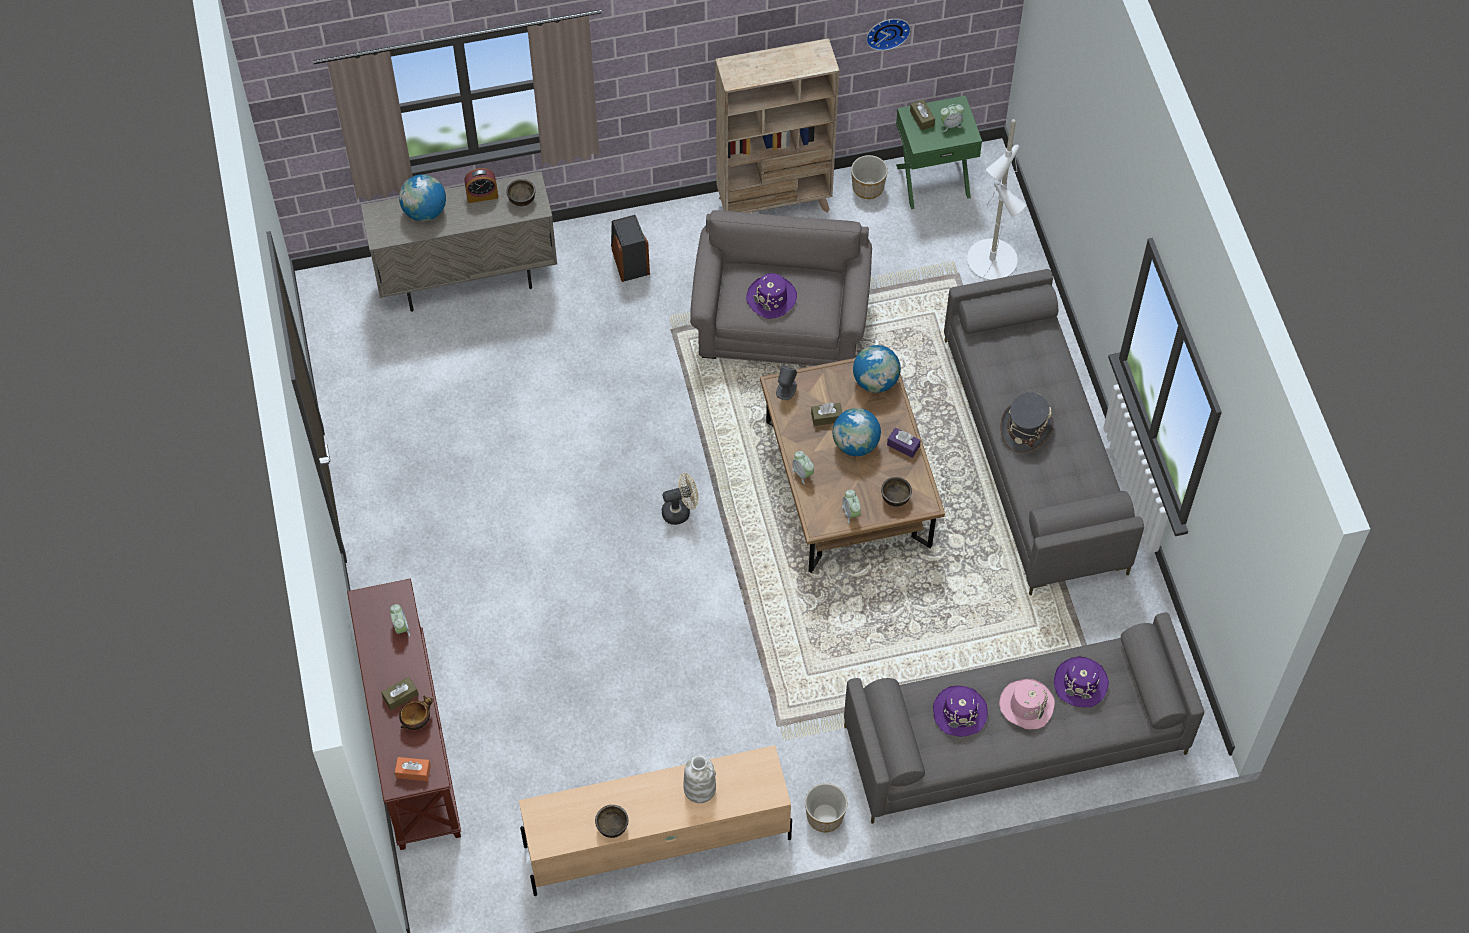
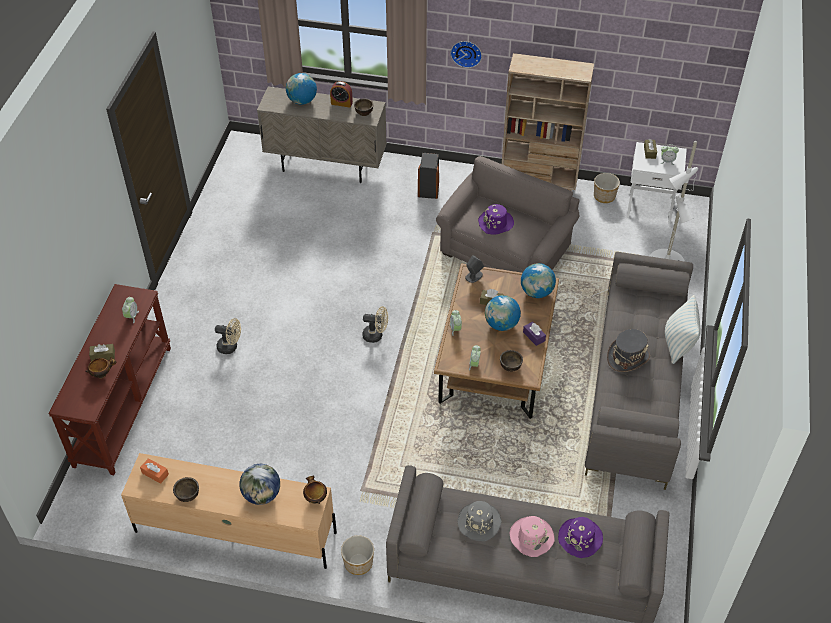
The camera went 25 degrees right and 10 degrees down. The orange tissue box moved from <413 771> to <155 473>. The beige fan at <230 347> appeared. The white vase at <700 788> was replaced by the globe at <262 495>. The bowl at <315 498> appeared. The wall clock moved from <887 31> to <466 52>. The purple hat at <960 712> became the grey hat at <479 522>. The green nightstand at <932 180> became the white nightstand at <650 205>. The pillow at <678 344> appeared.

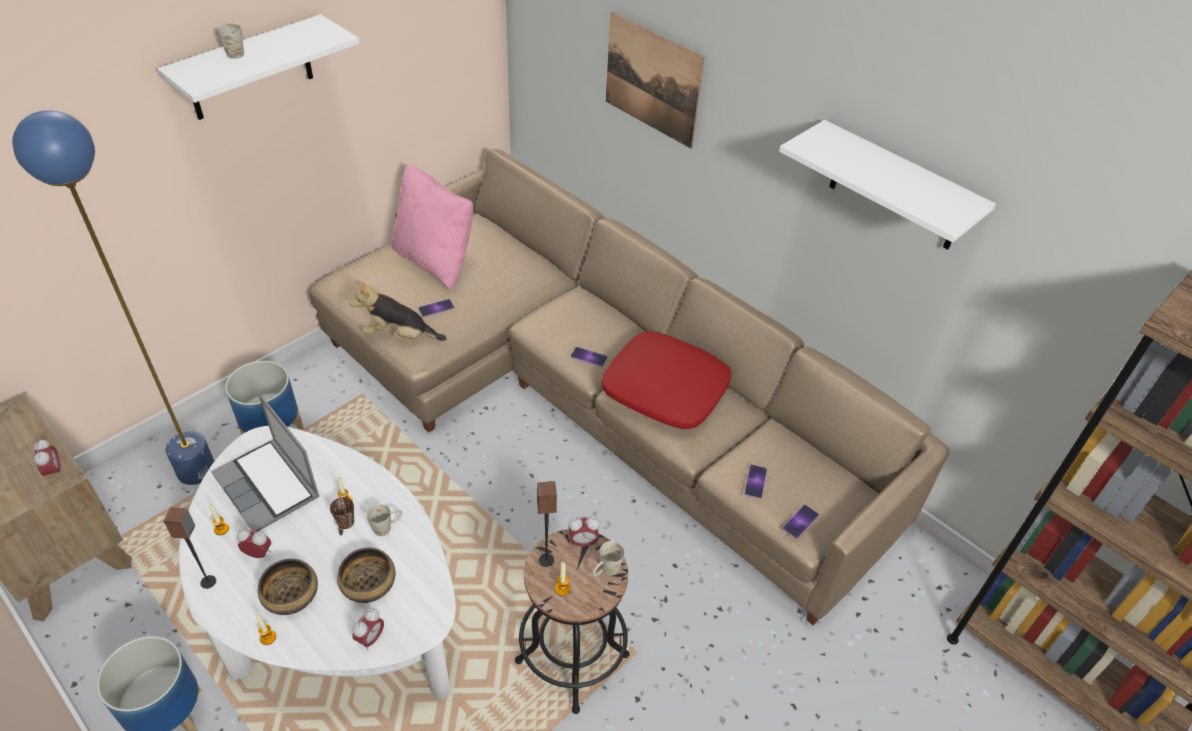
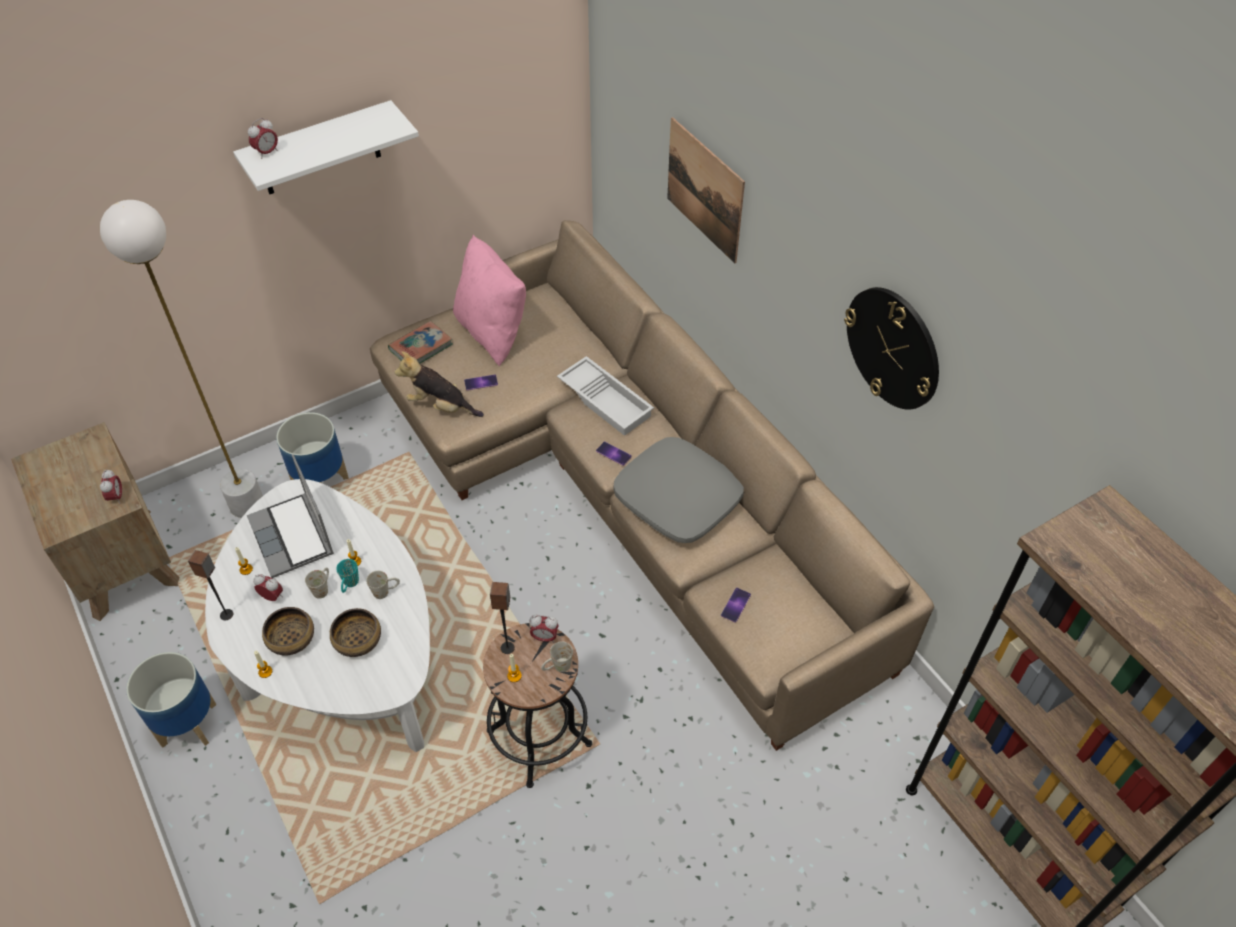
The camera went 15 degrees right and 5 degrees up. The blue floor lamp at <196 470> became the white floor lamp at <246 504>. The alarm clock moved from <371 639> to <267 153>. The white mug moved from <237 52> to <322 588>. The brown mug at <345 527> became the turquoise mug at <349 585>. The book at <421 347> appeared. The white tray at <606 400> appeared. The red pillow at <664 390> became the grey pillow at <677 499>. The white shelf at <896 188> was replaced by the wall clock at <893 348>. The phone at <800 521> disappeared.

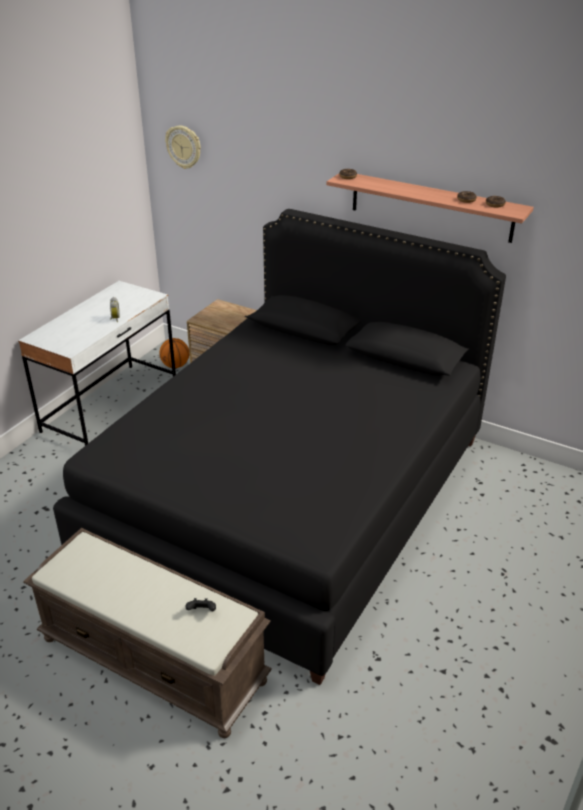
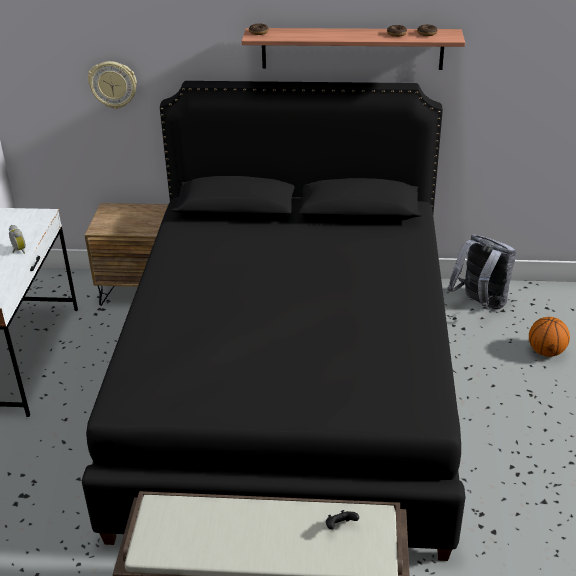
The camera went 25 degrees left and 0 degrees up. The wall clock moved from <184 147> to <113 84>. The grey backpack at <479 304> appeared. The basketball moved from <175 366> to <546 352>.

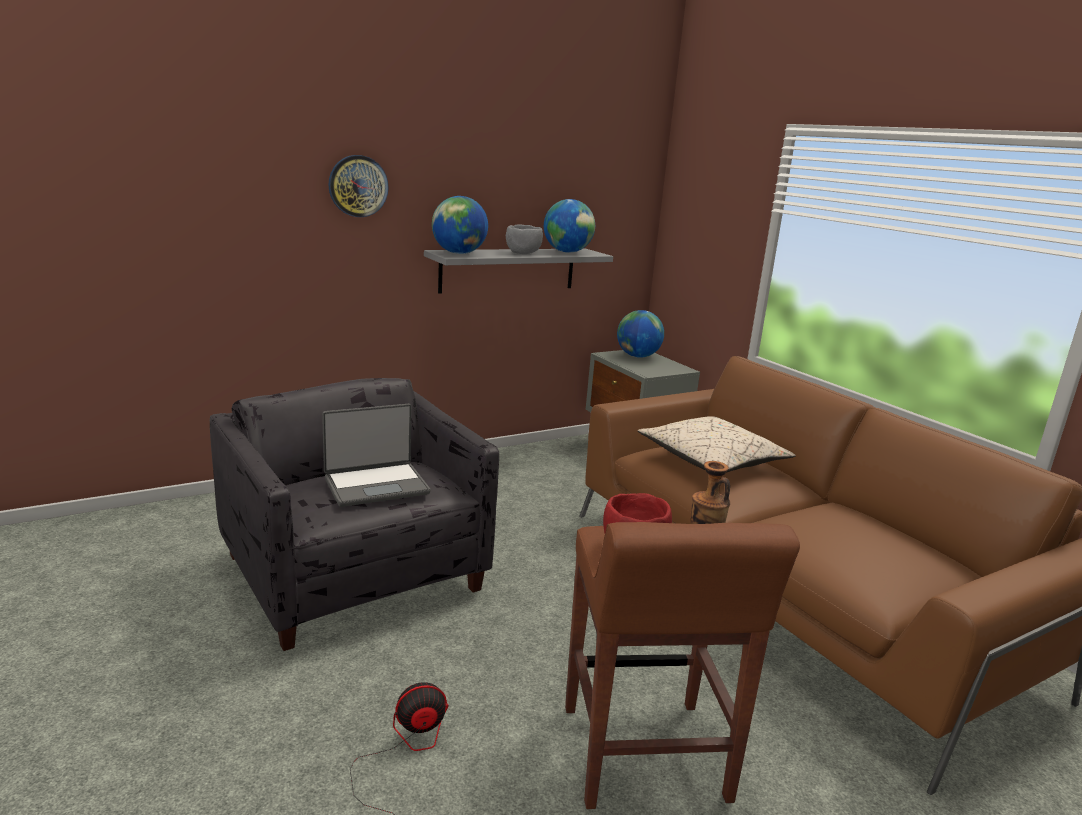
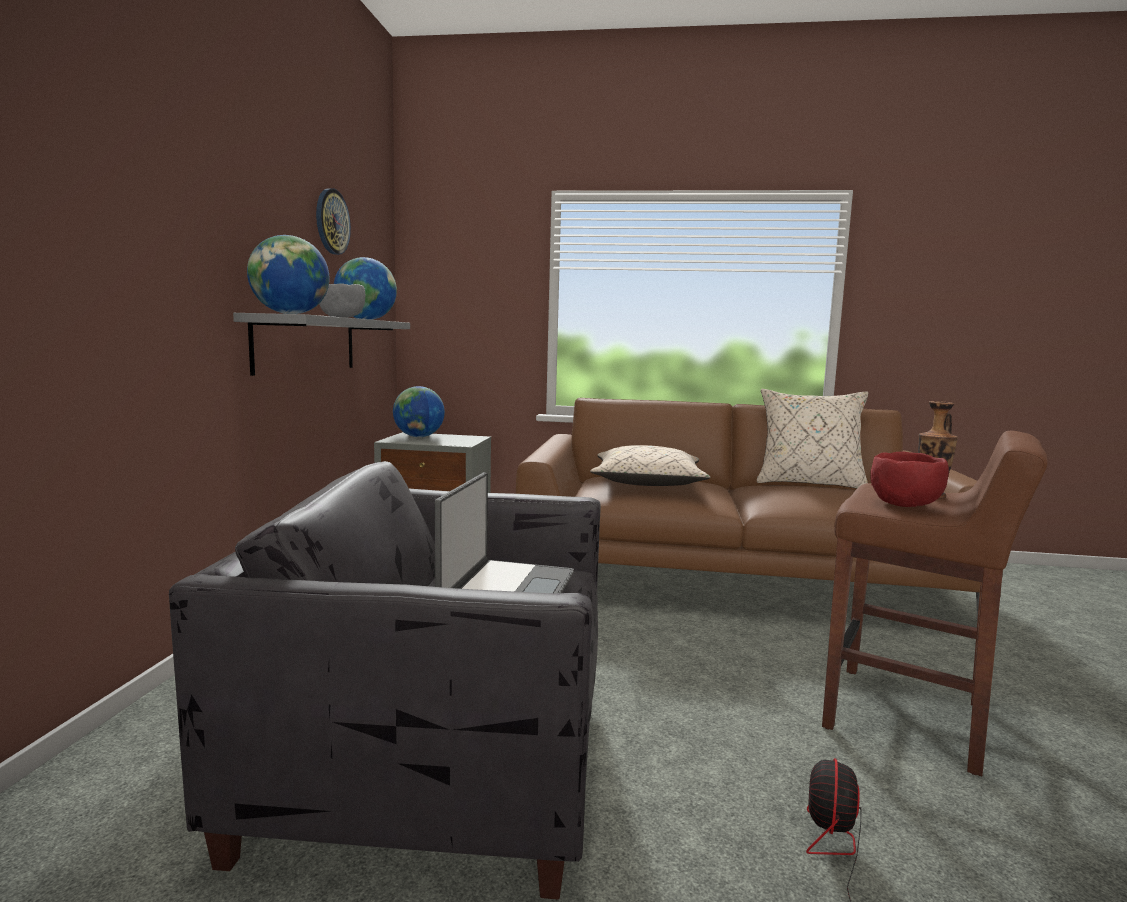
The camera went 50 degrees left and 10 degrees down. The wall clock moved from <358 186> to <331 221>. The beige pillow at <808 484> appeared.

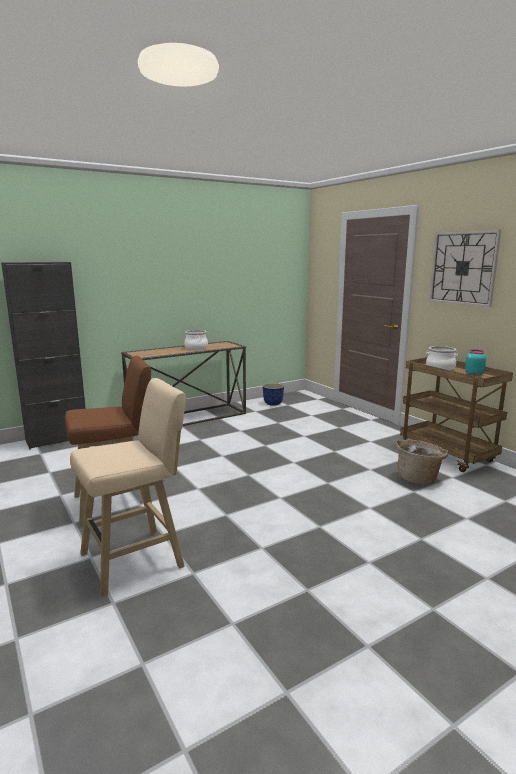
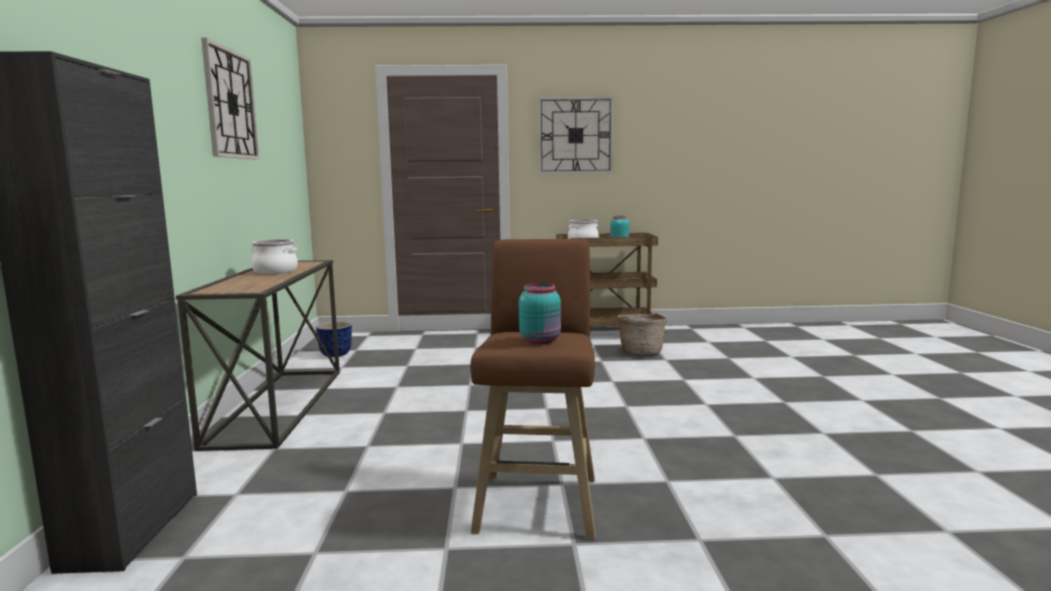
The camera went 60 degrees left and 5 degrees down. The wall clock at <230 104> appeared. The turquoise jar at <541 340> appeared. The beige stool at <137 559> disappeared.

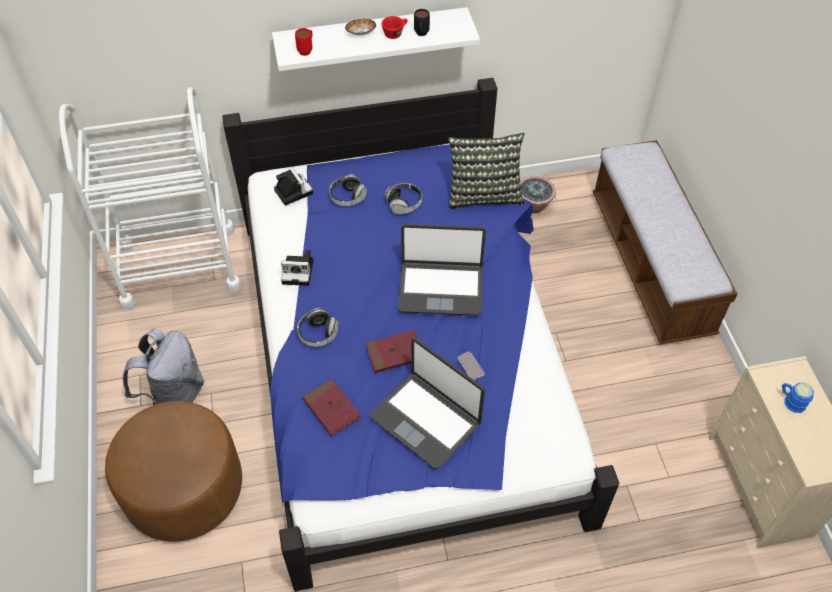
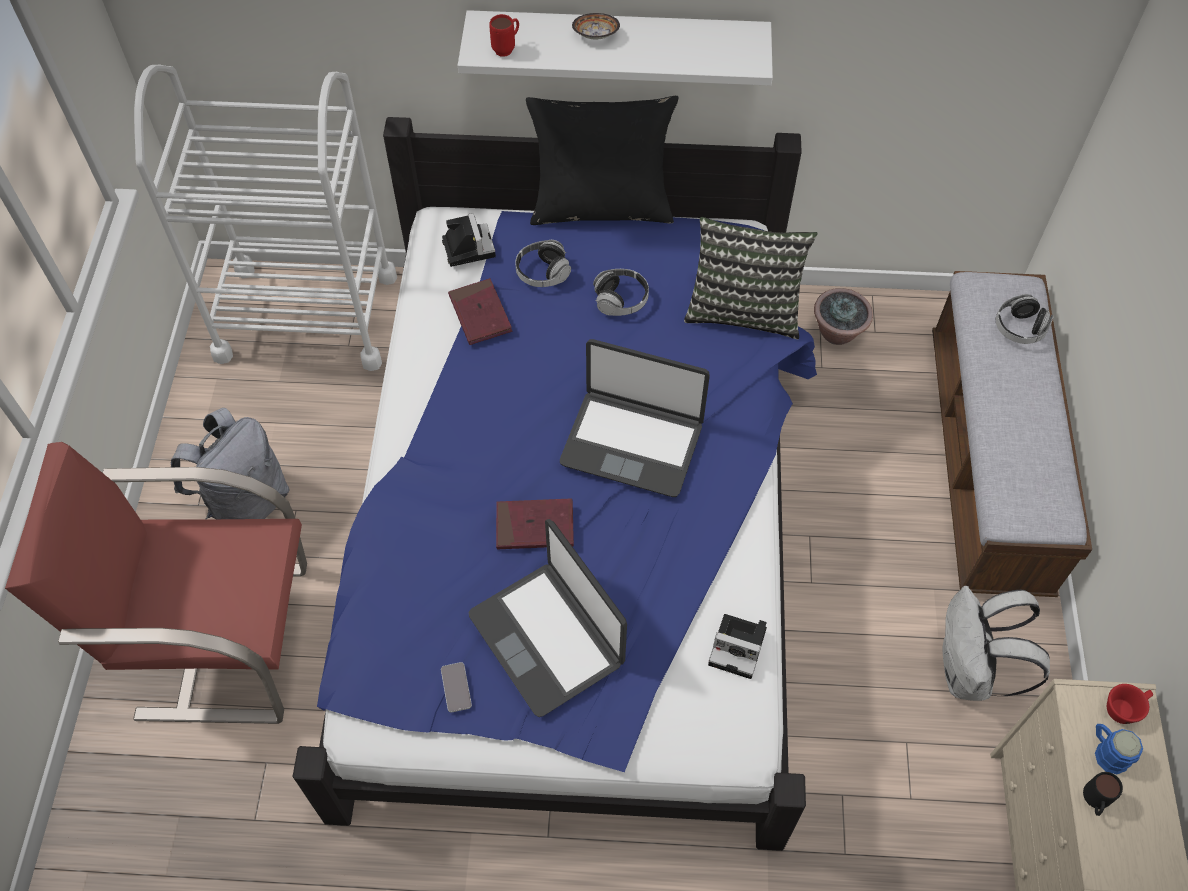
The camera went 15 degrees right and 5 degrees up. The brown ottoman at <184 489> was replaced by the red armchair at <221 640>. The phone moved from <470 366> to <456 687>. The red book moved from <331 409> to <480 314>. The black pillow at <601 206> appeared. The photo camera moved from <299 271> to <740 647>. The white backpack at <969 673> appeared. The headphones moved from <318 334> to <1019 328>. The black mug moved from <421 35> to <1093 803>. The red cup moved from <395 33> to <1124 708>.

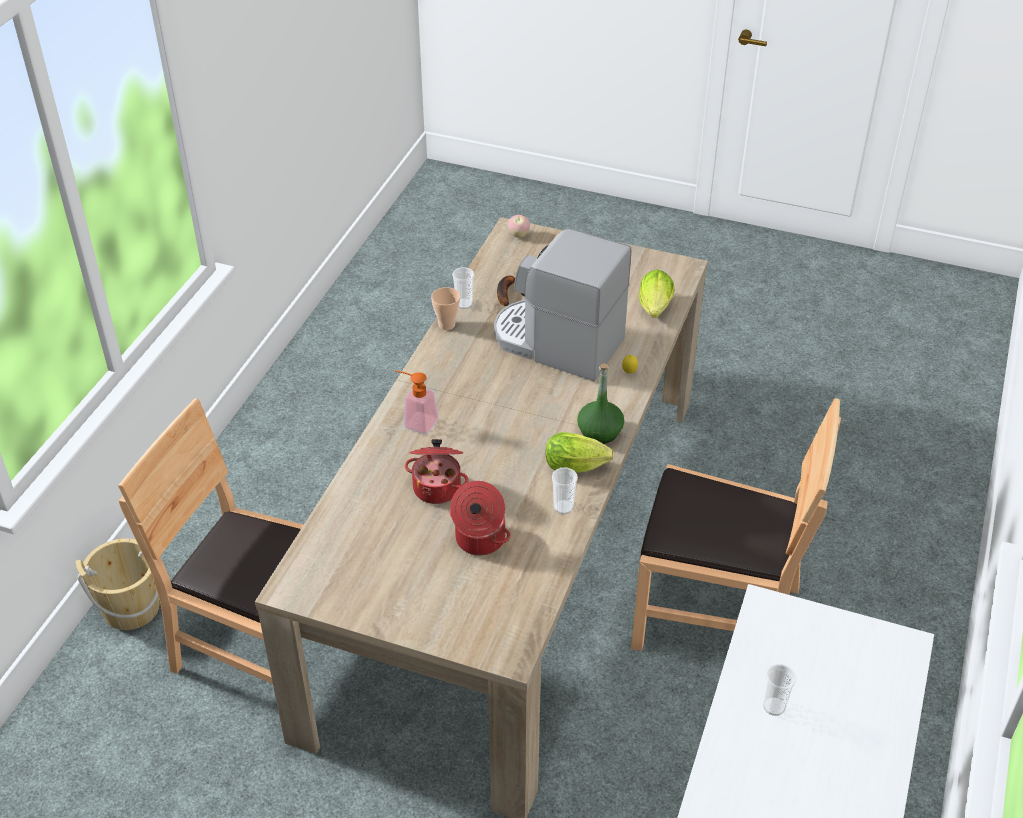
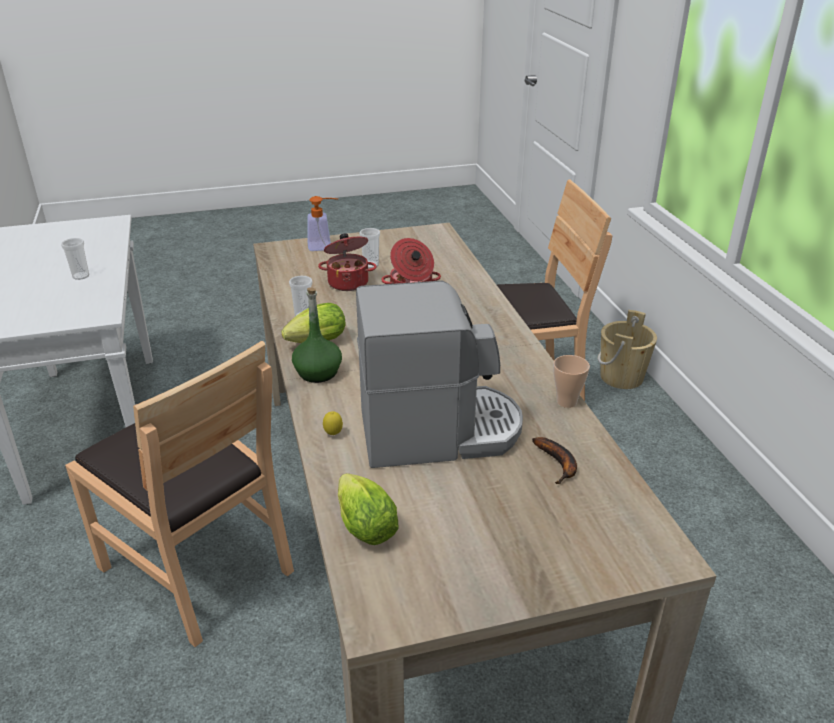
The camera went 145 degrees right and 10 degrees down. The brown chair at <716 614> turned 120 degrees counterclockwise. The soap dispenser moved from <415 421> to <324 246>. The cup moved from <464 304> to <370 265>. The apple at <518 235> disappeared.

